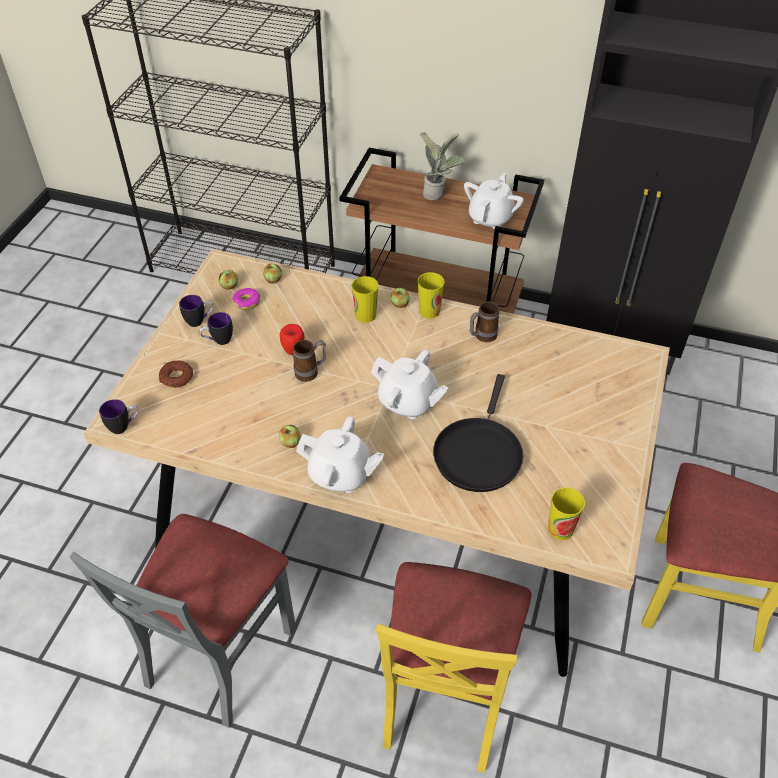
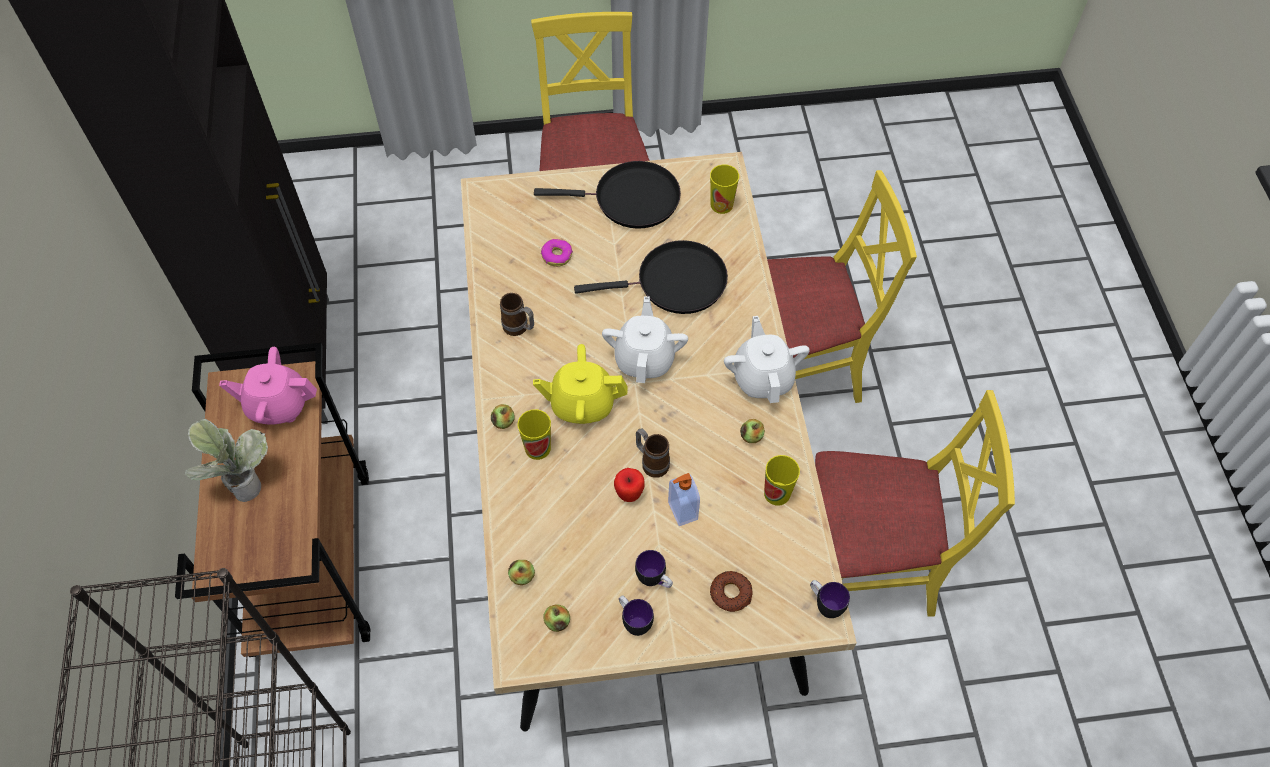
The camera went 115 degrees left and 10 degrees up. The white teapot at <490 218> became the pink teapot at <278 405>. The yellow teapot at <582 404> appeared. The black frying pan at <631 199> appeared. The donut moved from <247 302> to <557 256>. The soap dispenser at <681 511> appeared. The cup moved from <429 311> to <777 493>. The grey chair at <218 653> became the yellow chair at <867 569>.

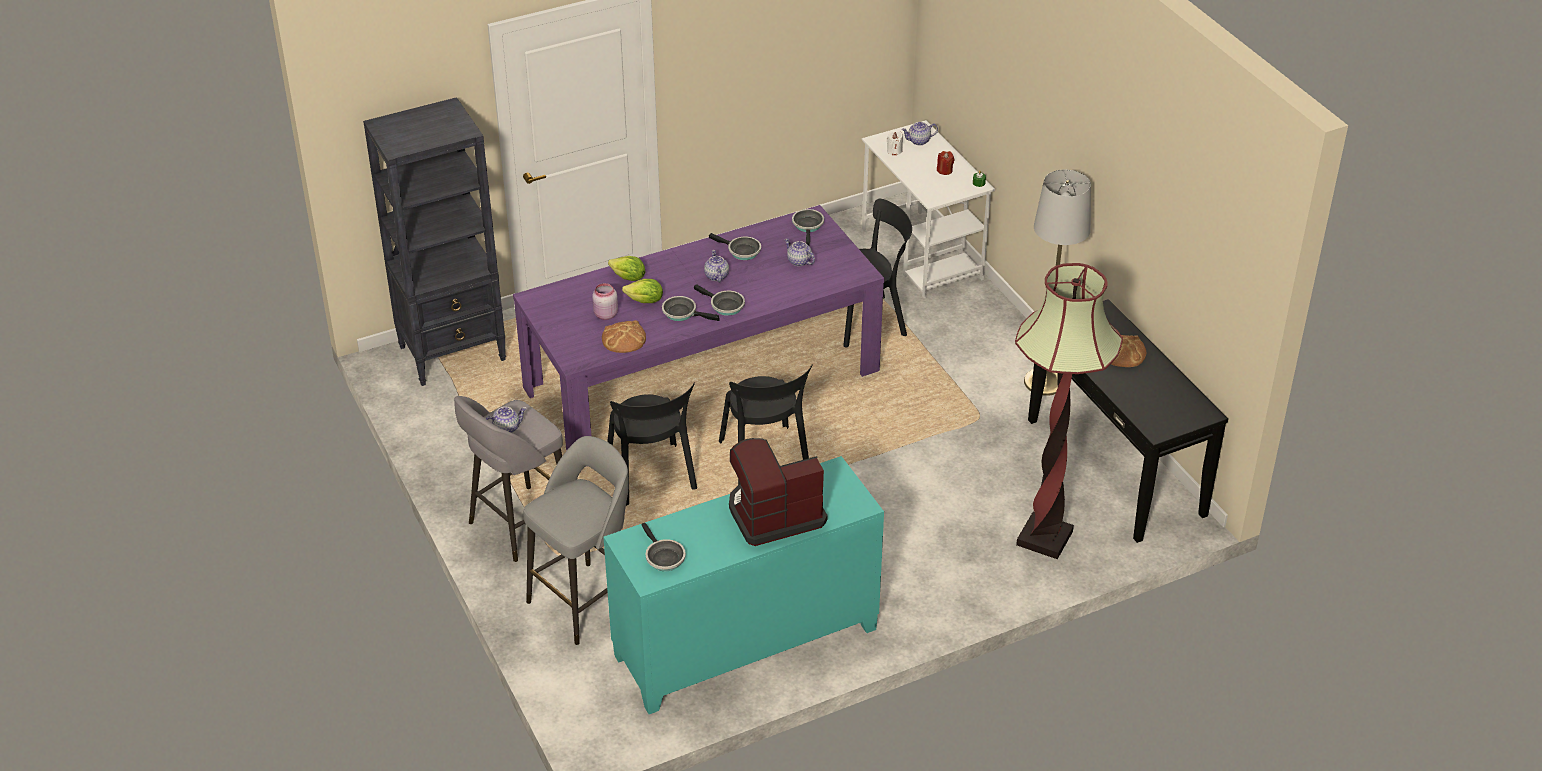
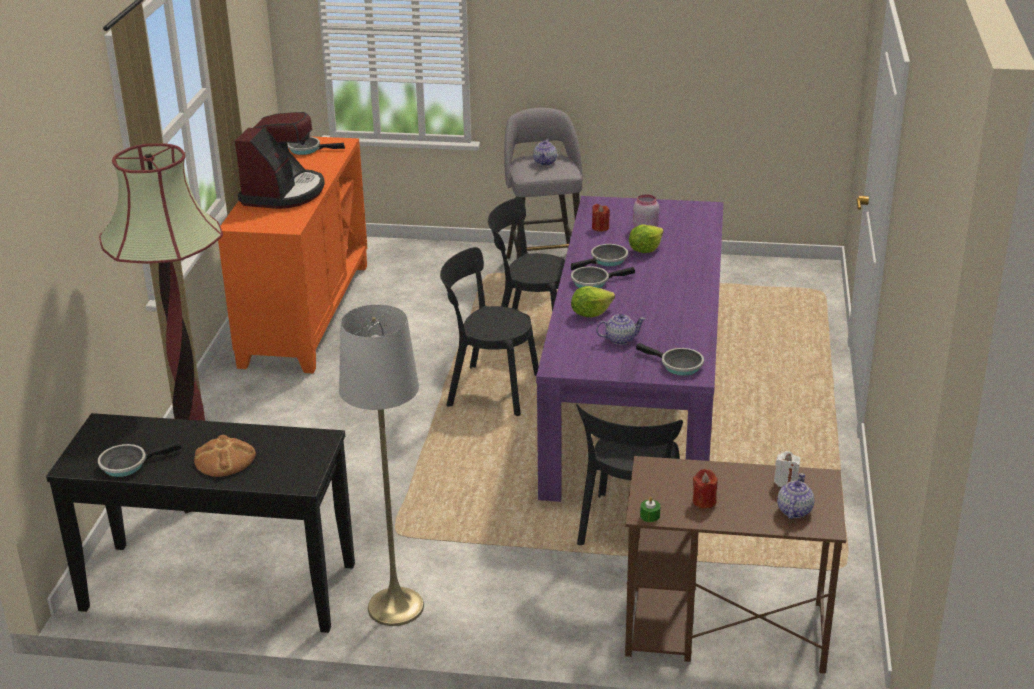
The camera went 125 degrees right and 10 degrees down. The frying pan moved from <741 251> to <128 464>. The turquoise cabinet at <746 643> became the orange cabinet at <304 314>. The lettuce moved from <628 278> to <590 313>. The bread at <624 339> was replaced by the red candle at <600 227>. The white desk at <922 254> became the brown desk at <723 629>. The black bookcase at <453 353> disappeared. The grey stool at <585 601> disappeared. The teapot at <716 276> disappeared.

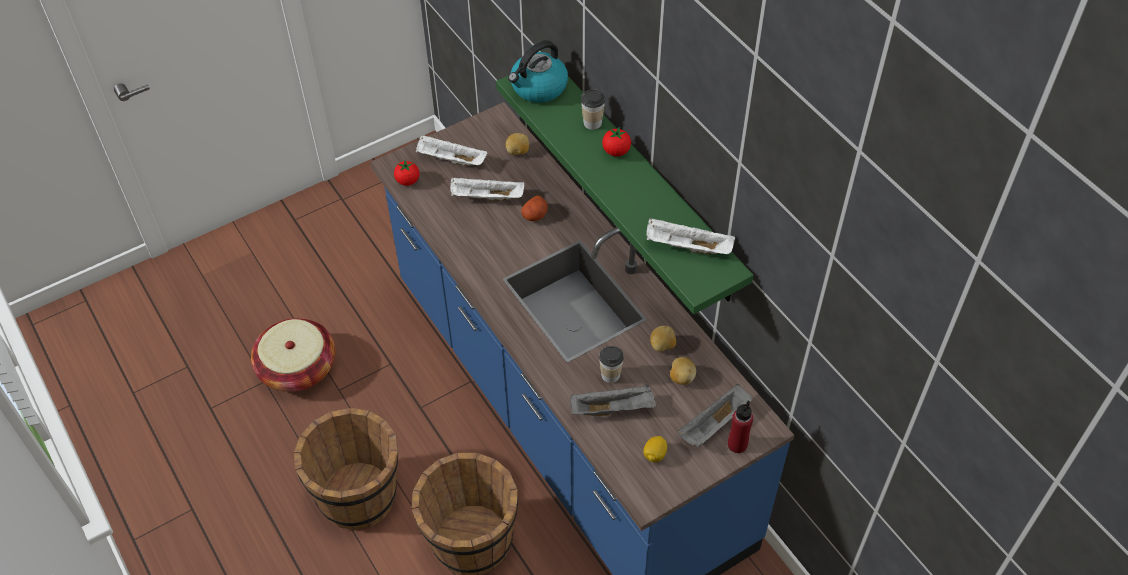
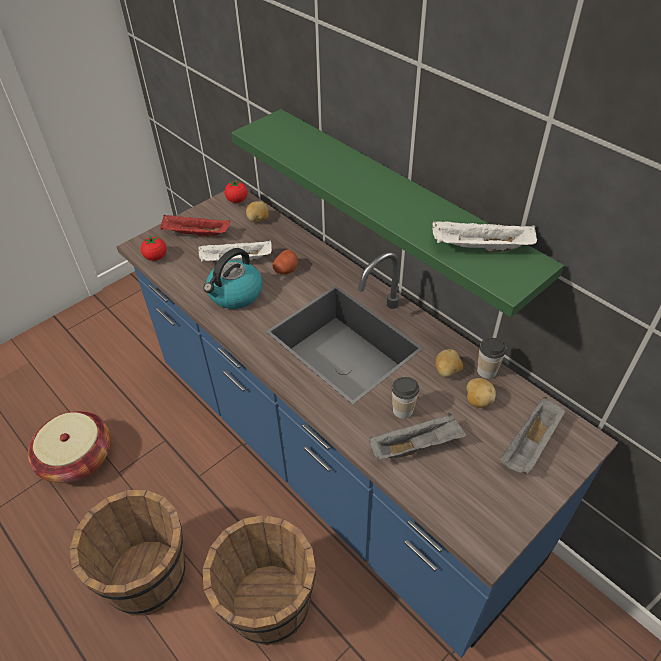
The camera went 10 degrees left and 5 degrees down. The white tray at <450 160> became the red tray at <195 234>. The kettle moved from <538 88> to <235 294>. The tomato moved from <616 151> to <237 200>. The cup moved from <592 123> to <486 371>. The lemon at <654 454> disappeared. The red bottle at <737 444> disappeared.

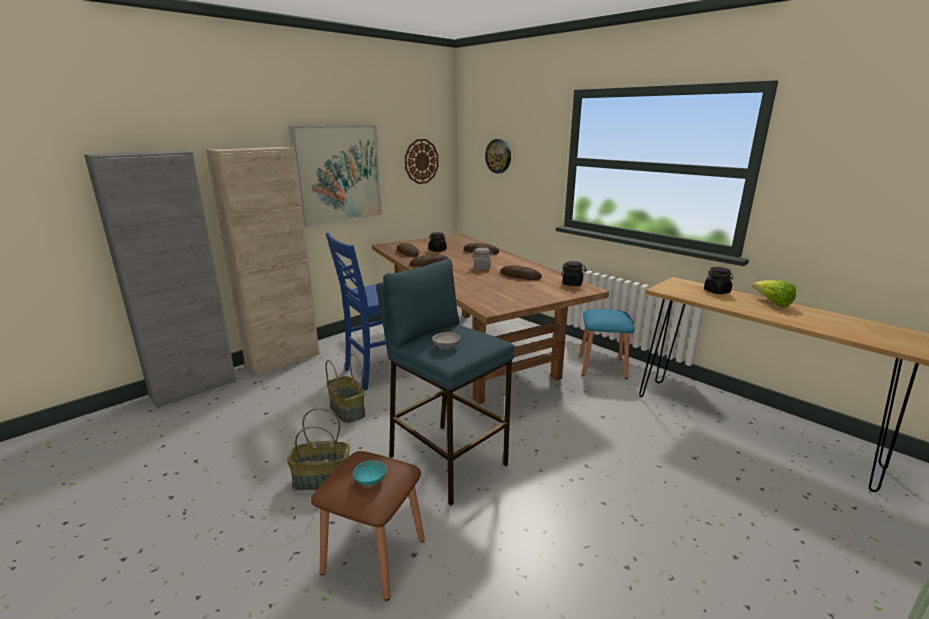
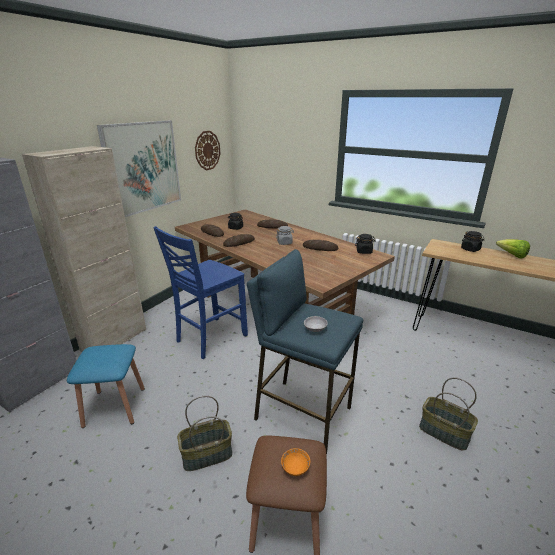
The camera went 15 degrees left and 5 degrees up. The blue stool moved from <602 367> to <114 406>. The turquoise bowl at <370 480> became the orange bowl at <295 467>. The basket moved from <346 410> to <443 433>. The wall clock at <498 156> disappeared.

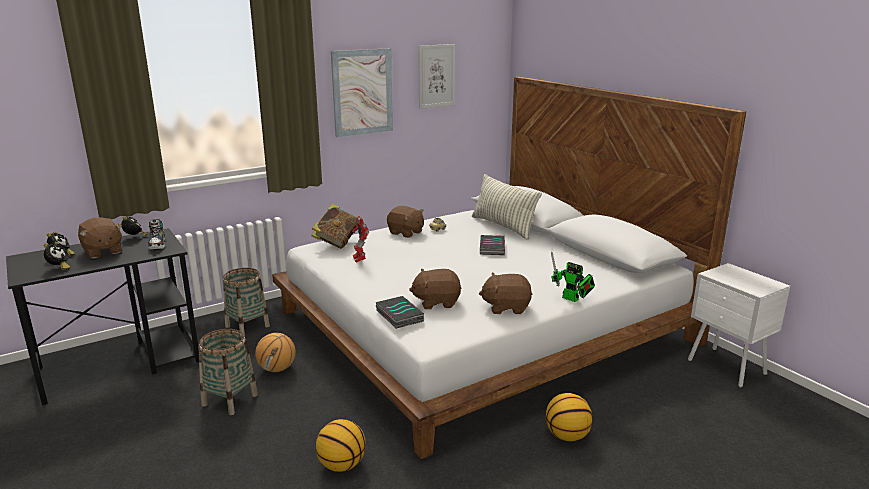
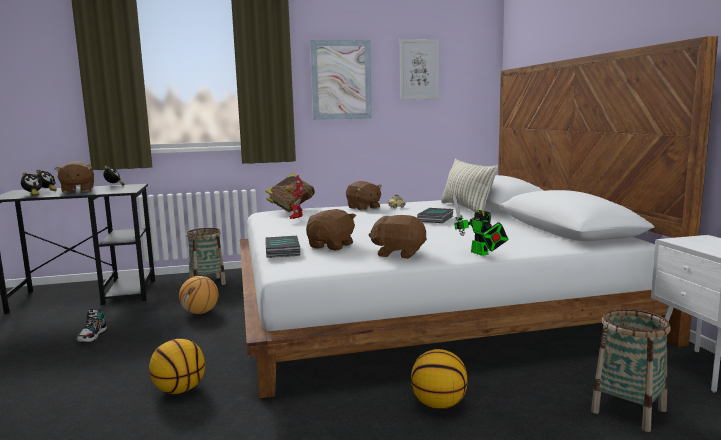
The camera went 20 degrees right and 10 degrees down. The shoe moved from <157 245> to <92 336>. The brown plush toy at <436 302> turned 105 degrees clockwise. The basket moved from <230 400> to <628 410>.

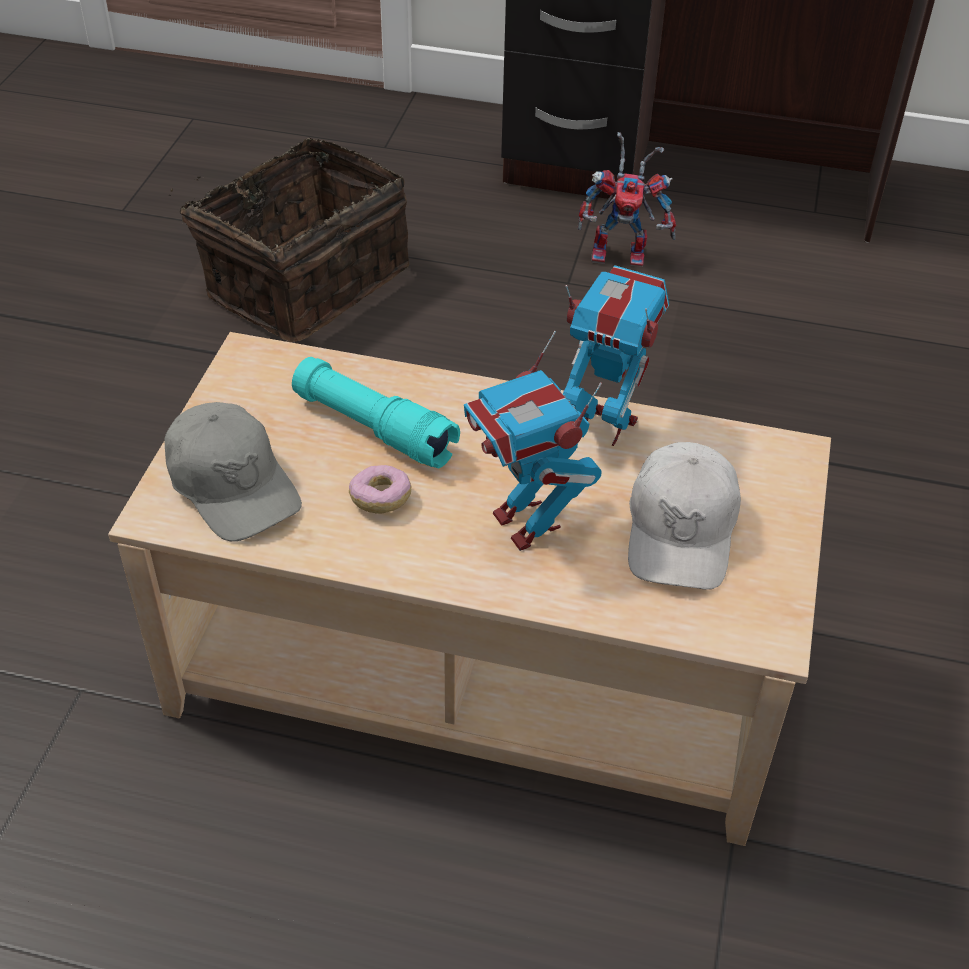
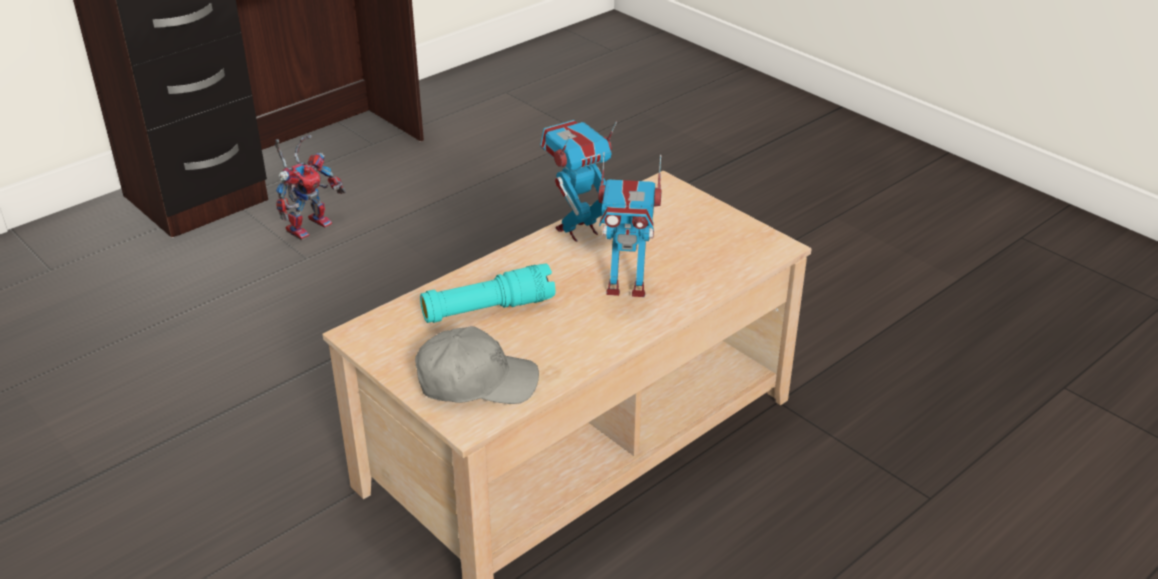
The camera went 55 degrees left and 10 degrees down. The basket at <303 281> disappeared. The donut at <380 499> disappeared. The white cap at <681 530> disappeared.

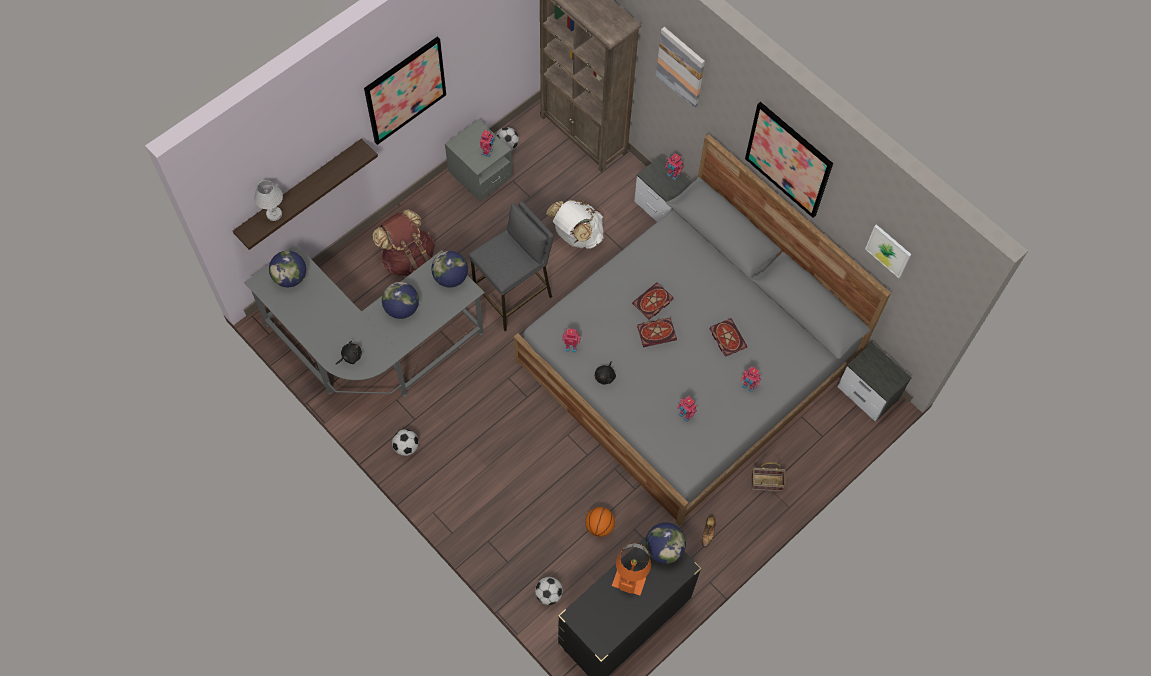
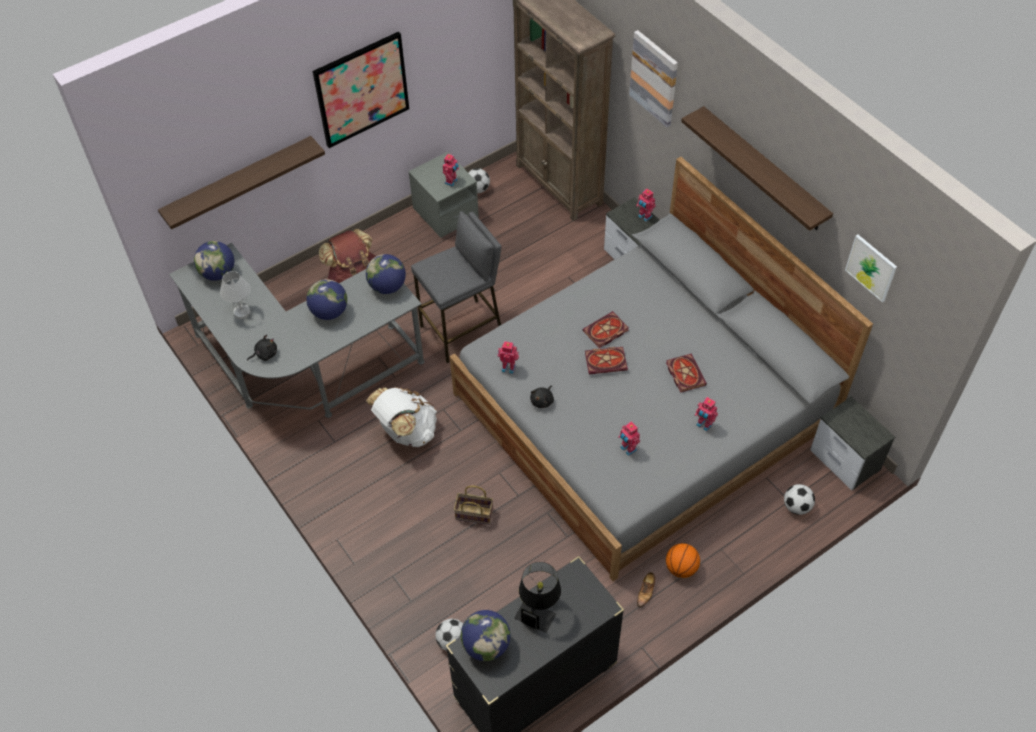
The camera went 10 degrees right and 10 degrees down. The white table lamp moved from <274 213> to <242 312>. The white backpack moved from <576 235> to <406 431>. The basket moved from <766 483> to <473 514>. The globe moved from <664 549> to <486 645>. The orange table lamp at <630 575> became the black table lamp at <538 609>. The basketball moved from <599 526> to <681 568>. The picture at <788 159> was replaced by the shelf at <763 170>. The football moved from <406 447> to <796 507>.

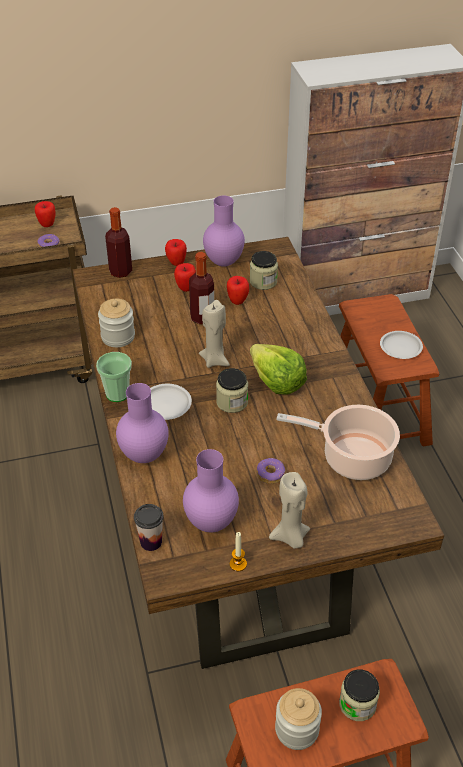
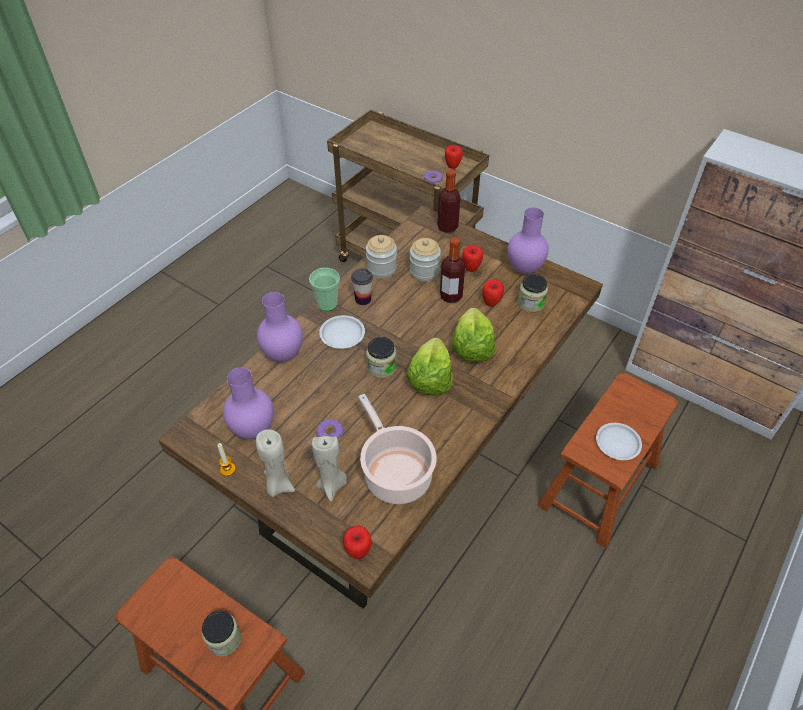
The camera went 50 degrees right and 5 degrees up. The beige candle moved from <215 360> to <332 485>. The apple moved from <176 263> to <358 551>. The cup moved from <151 542> to <363 299>. The jar moved from <297 729> to <424 272>. The lettuce at <472 347> appeared.

